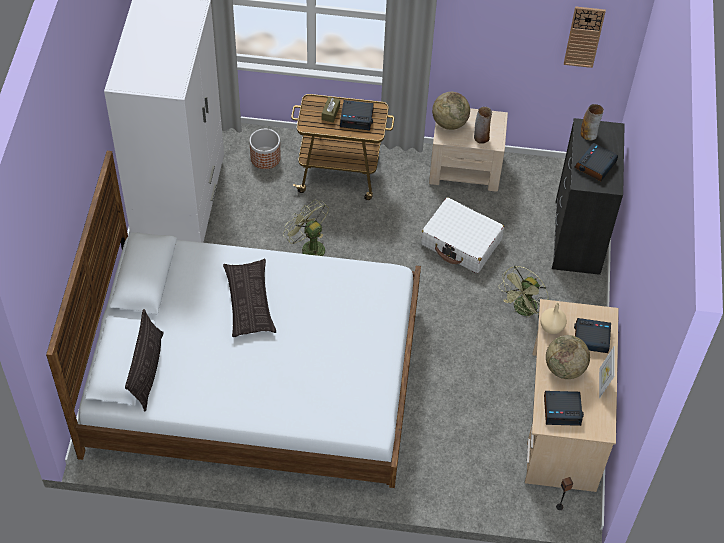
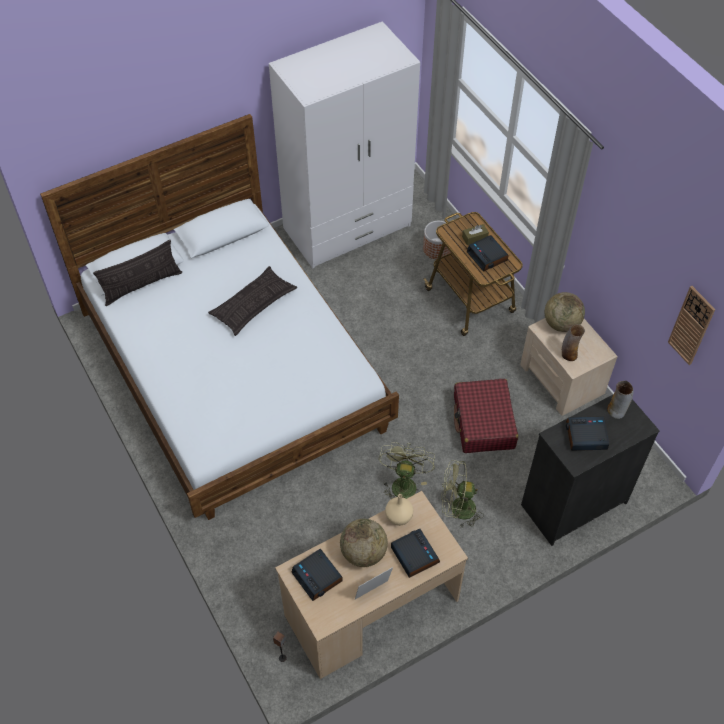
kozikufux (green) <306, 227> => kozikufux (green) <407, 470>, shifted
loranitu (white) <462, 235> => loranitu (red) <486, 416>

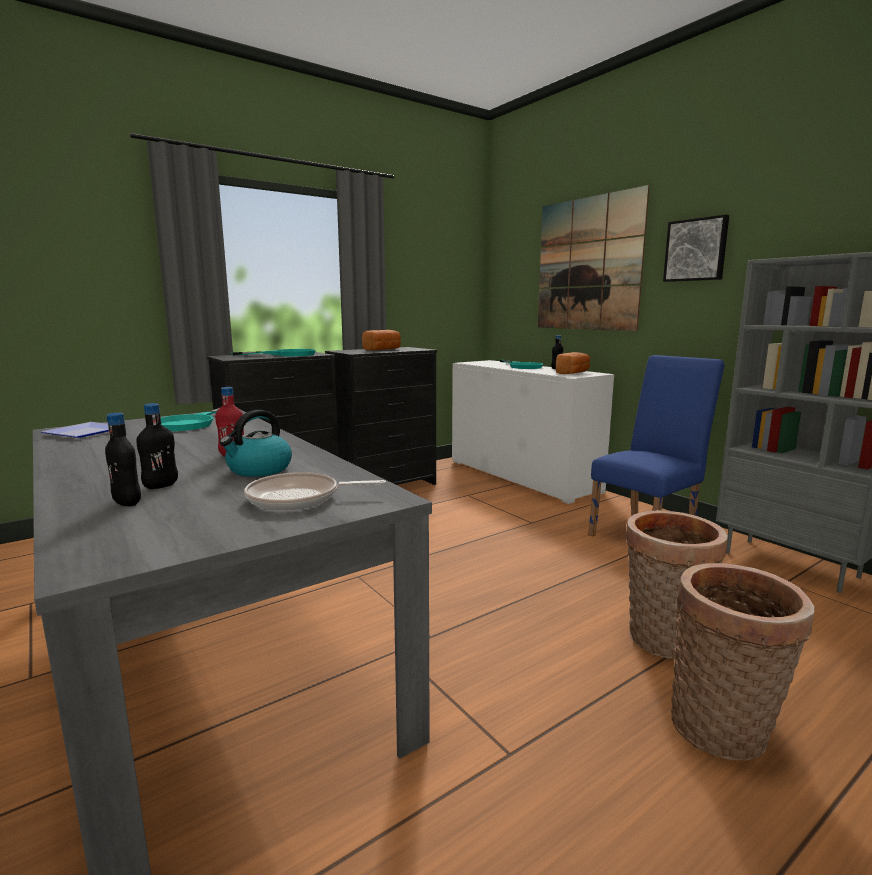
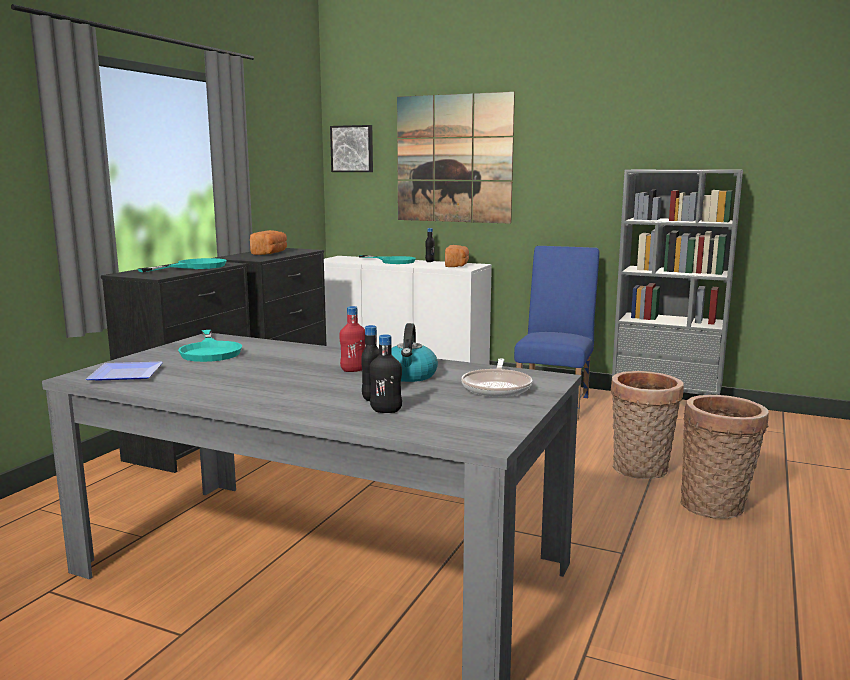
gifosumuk <696, 248> => gifosumuk <351, 148>, shifted
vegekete <315, 491> => vegekete <496, 377>, 45 degrees counterclockwise

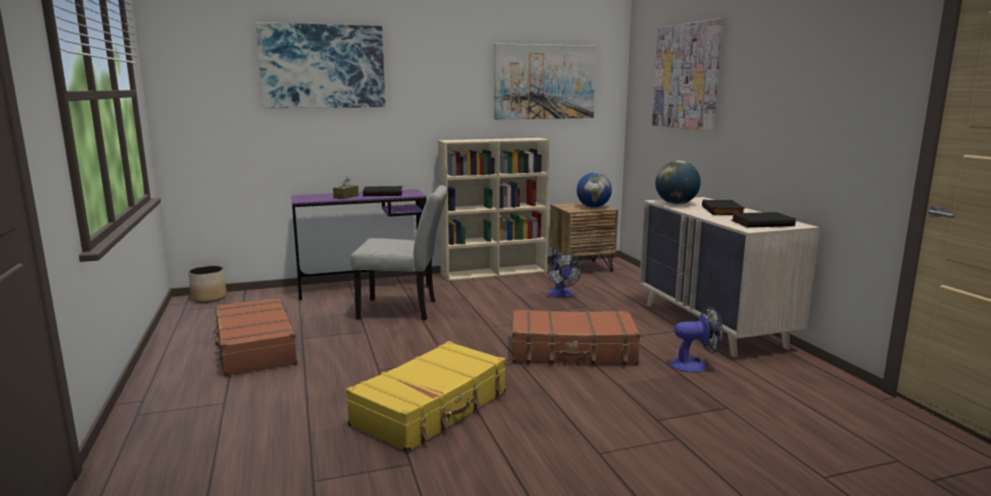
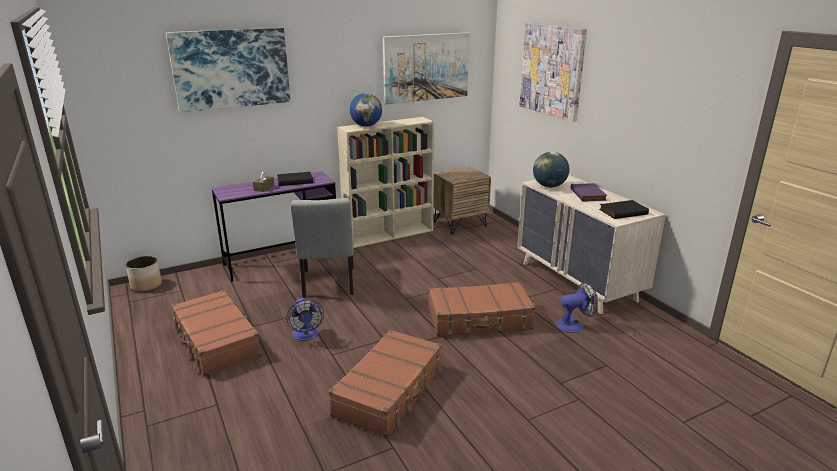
kozikufux <565, 275> => kozikufux <305, 319>, shifted
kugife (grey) <399, 252> => kugife (grey) <322, 248>, 90 degrees clockwise
loranitu (yellow) <426, 397> => loranitu (brown) <385, 383>
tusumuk <594, 190> => tusumuk <366, 110>, shifted
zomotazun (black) <723, 207> => zomotazun (purple) <588, 192>

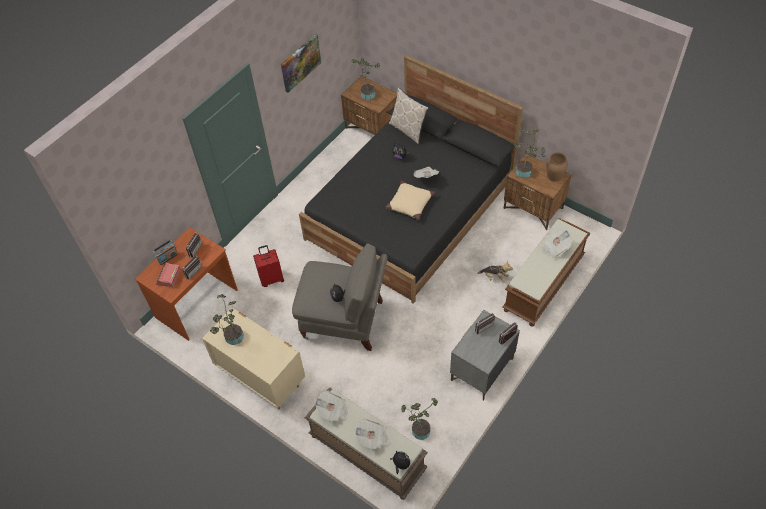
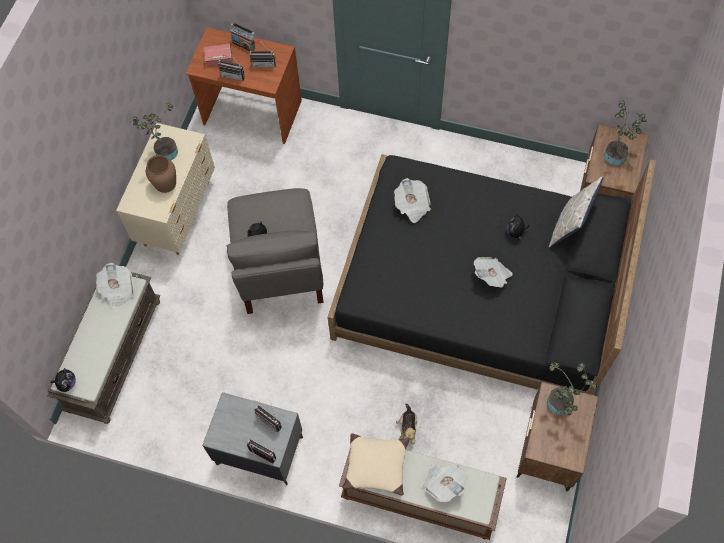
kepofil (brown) <557, 167> => kepofil (brown) <161, 174>, shifted
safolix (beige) <410, 200> => safolix (beige) <376, 464>, shifted
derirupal <372, 434> => derirupal <412, 200>, shifted
loranitu (red) <268, 266> => nothing
gifosumuk <301, 63> => nothing
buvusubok <419, 419> => nothing

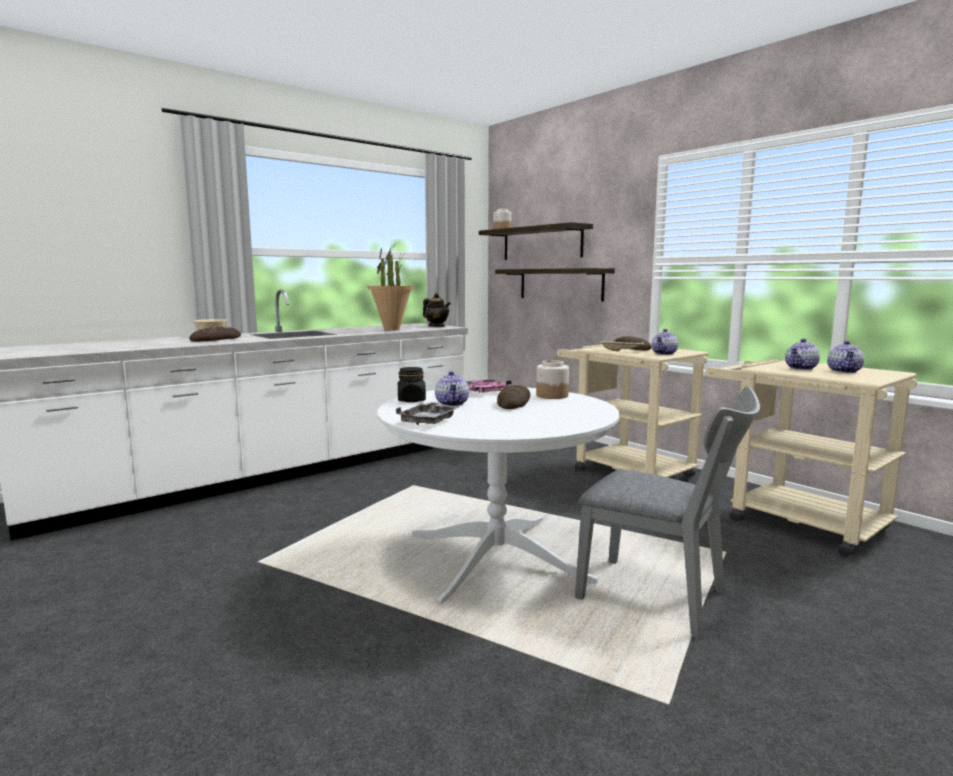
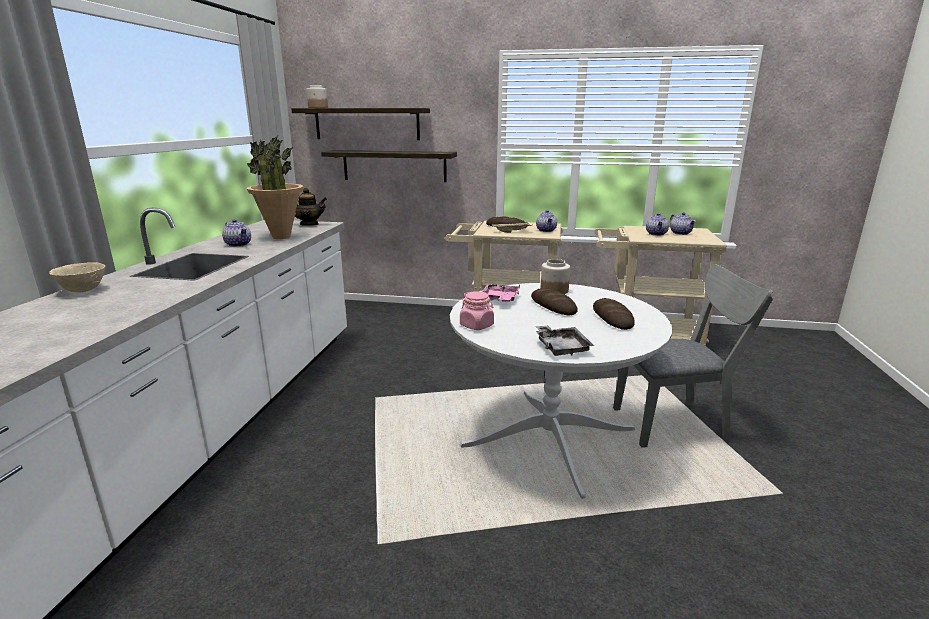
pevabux <452, 388> => pevabux <236, 233>, shifted
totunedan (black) <412, 384> => totunedan (pink) <477, 310>
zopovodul <215, 334> => zopovodul <614, 314>, shifted

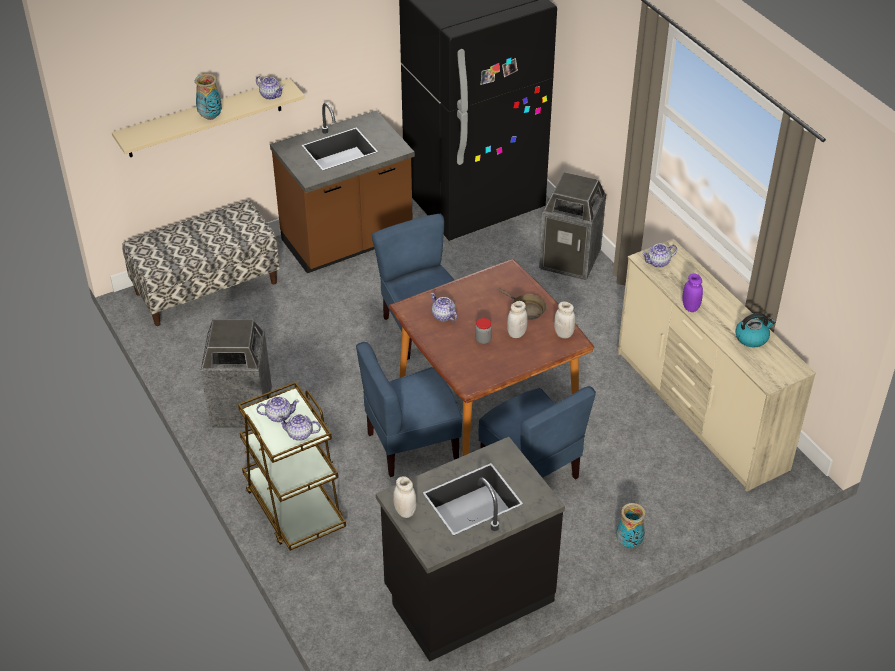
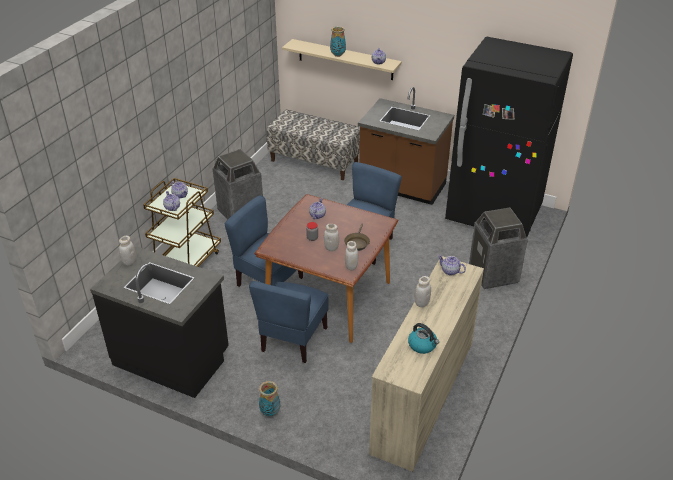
totunedan (purple) <692, 293> => totunedan (white) <423, 291>

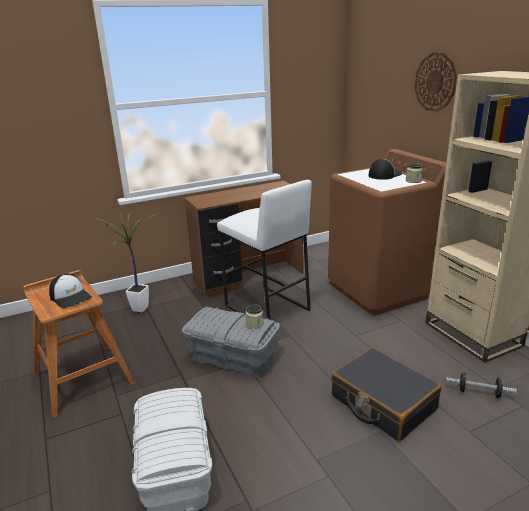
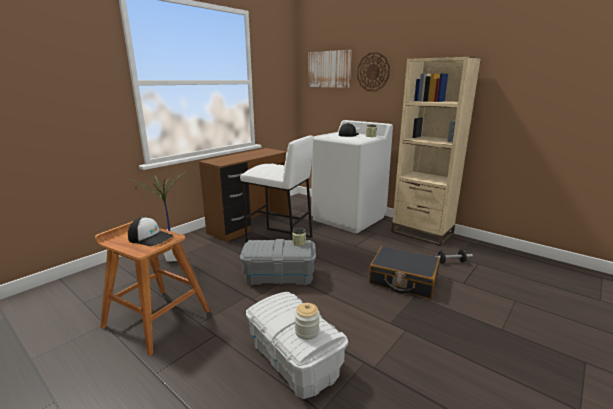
nothing => totunedan <307, 321>
nothing => gifosumuk <330, 69>
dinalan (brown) <387, 232> => dinalan (white) <352, 176>

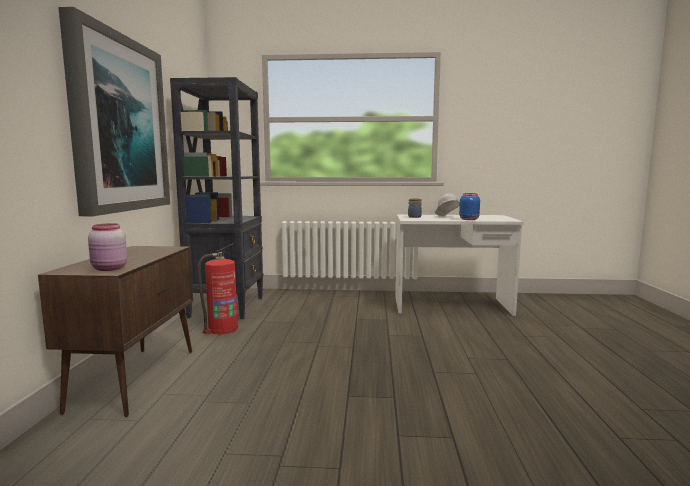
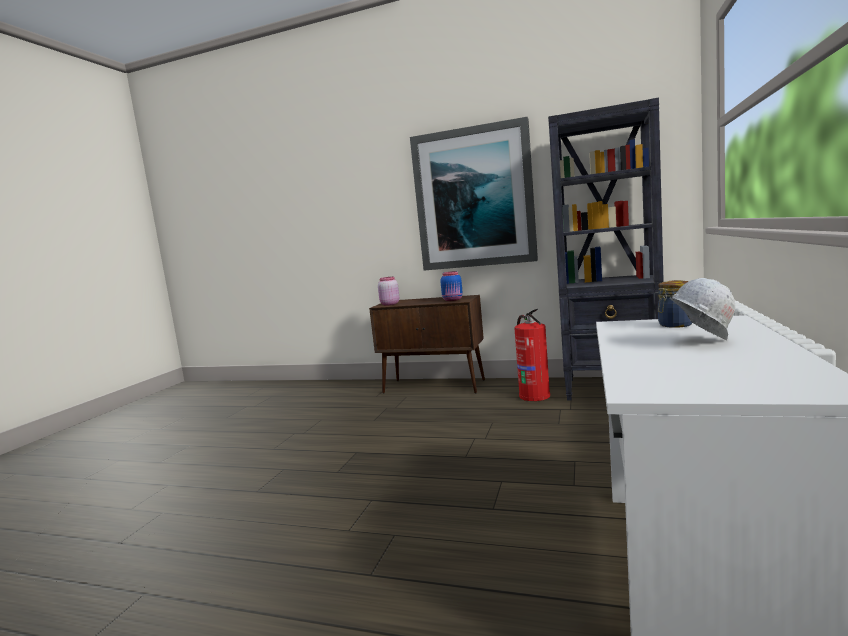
totunedan (blue) <469, 206> => totunedan (blue) <451, 286>, shifted

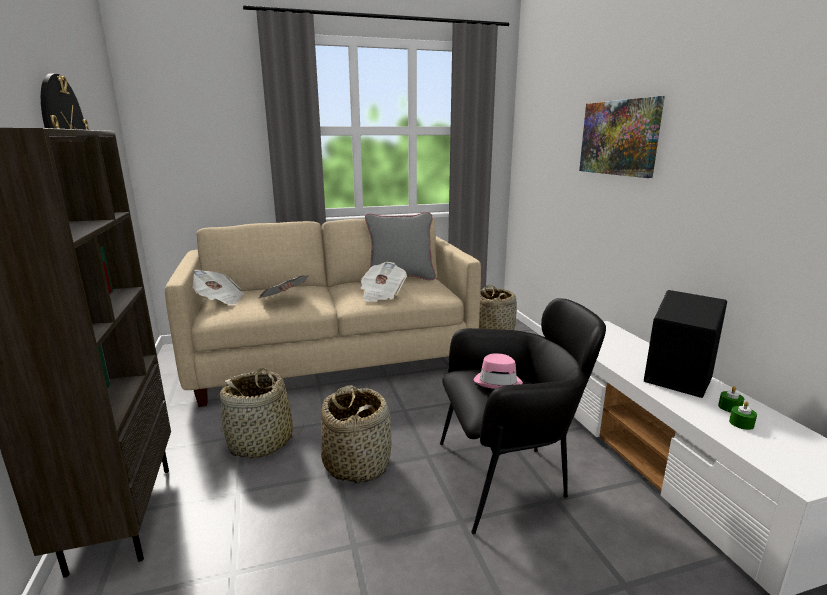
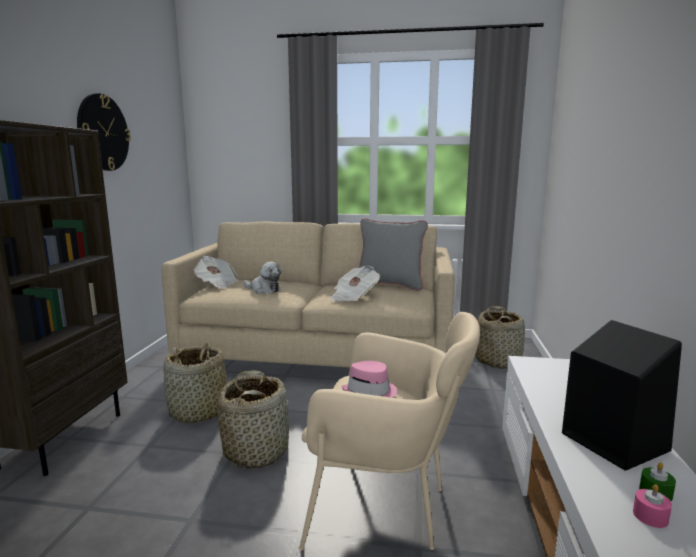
derirupal <284, 287> => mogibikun <263, 278>
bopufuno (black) <523, 416> => bopufuno (beige) <389, 431>
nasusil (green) <743, 415> => nasusil (pink) <652, 506>
gifosumuk <622, 137> => nothing

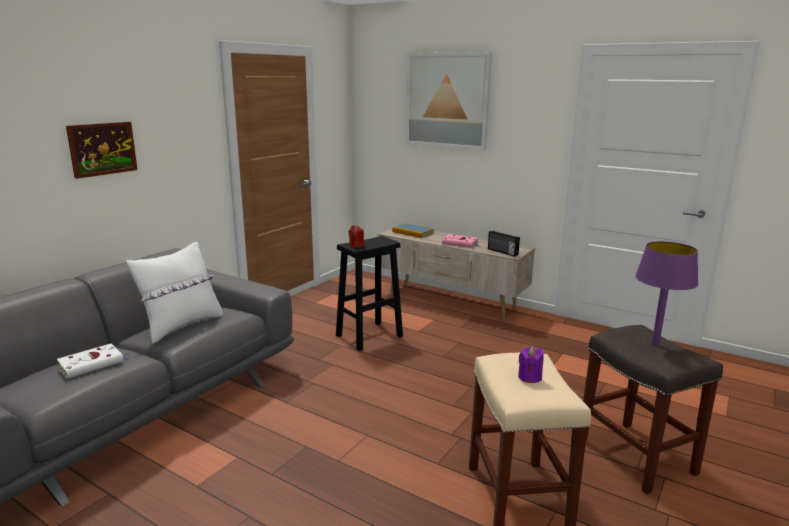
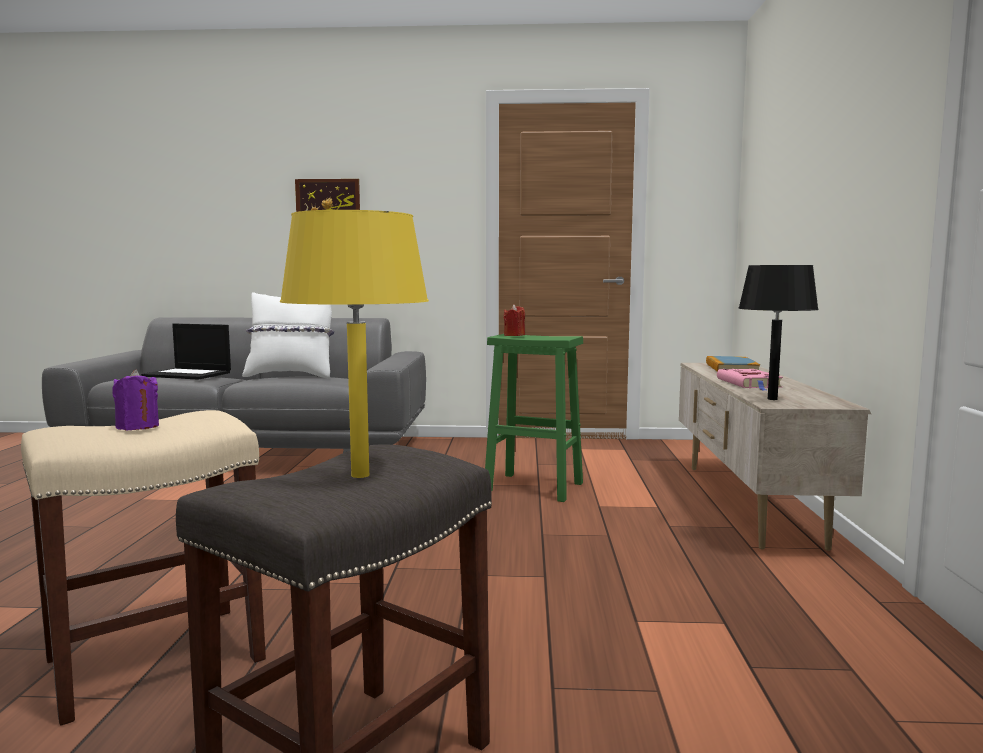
zomotazun (white) <93, 361> => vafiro <186, 352>
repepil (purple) <666, 293> => repepil (yellow) <354, 344>
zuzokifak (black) <369, 293> => zuzokifak (green) <534, 418>
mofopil <504, 243> => repepil (black) <778, 332>
gifosumuk <449, 101> => nothing

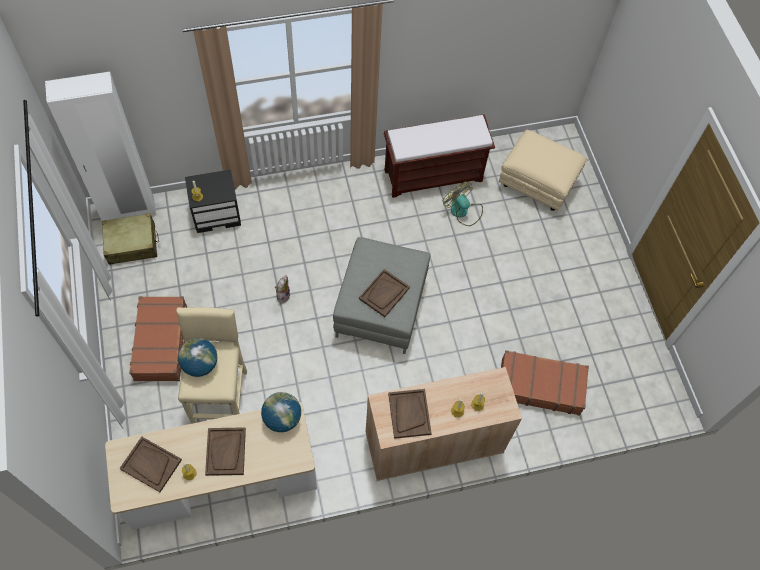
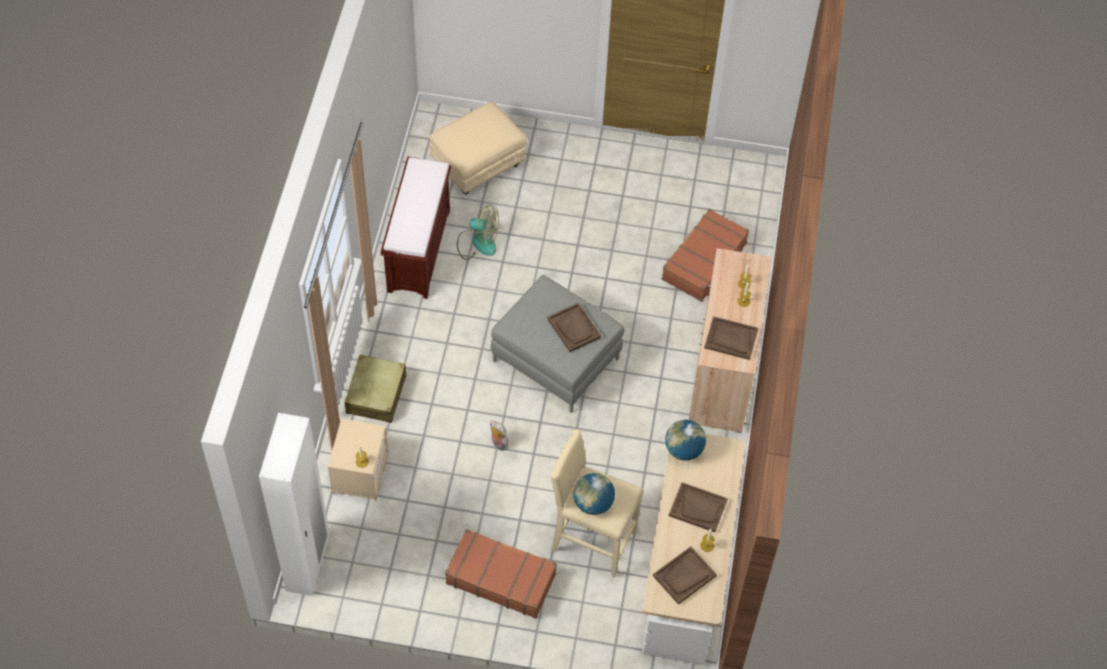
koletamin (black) <213, 201> => koletamin (beige) <358, 460>
loranitu (beige) <130, 239> => loranitu (beige) <375, 389>, shifted
kozikufux <463, 203> => kozikufux <478, 232>, 150 degrees counterclockwise

